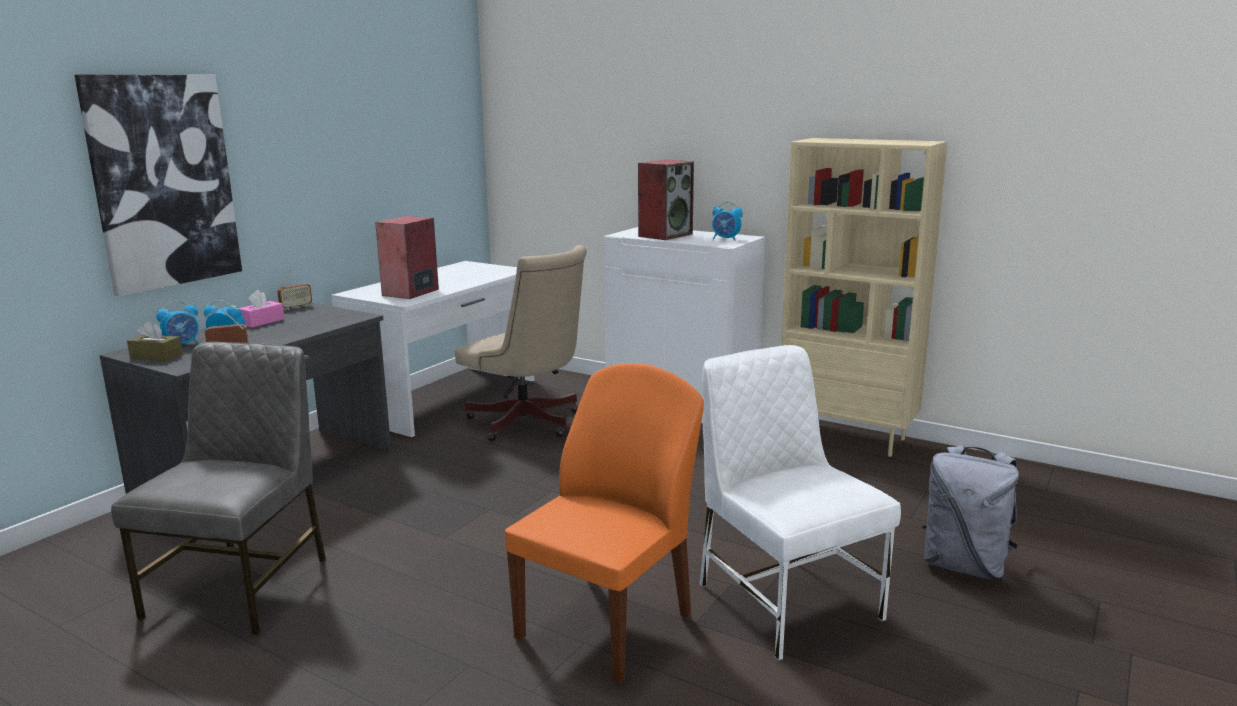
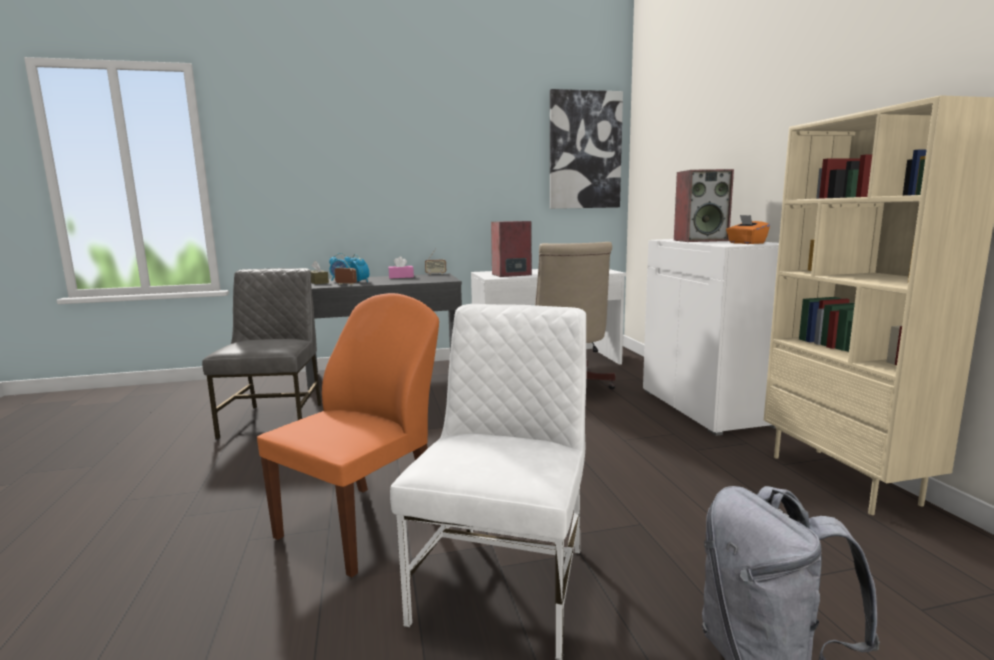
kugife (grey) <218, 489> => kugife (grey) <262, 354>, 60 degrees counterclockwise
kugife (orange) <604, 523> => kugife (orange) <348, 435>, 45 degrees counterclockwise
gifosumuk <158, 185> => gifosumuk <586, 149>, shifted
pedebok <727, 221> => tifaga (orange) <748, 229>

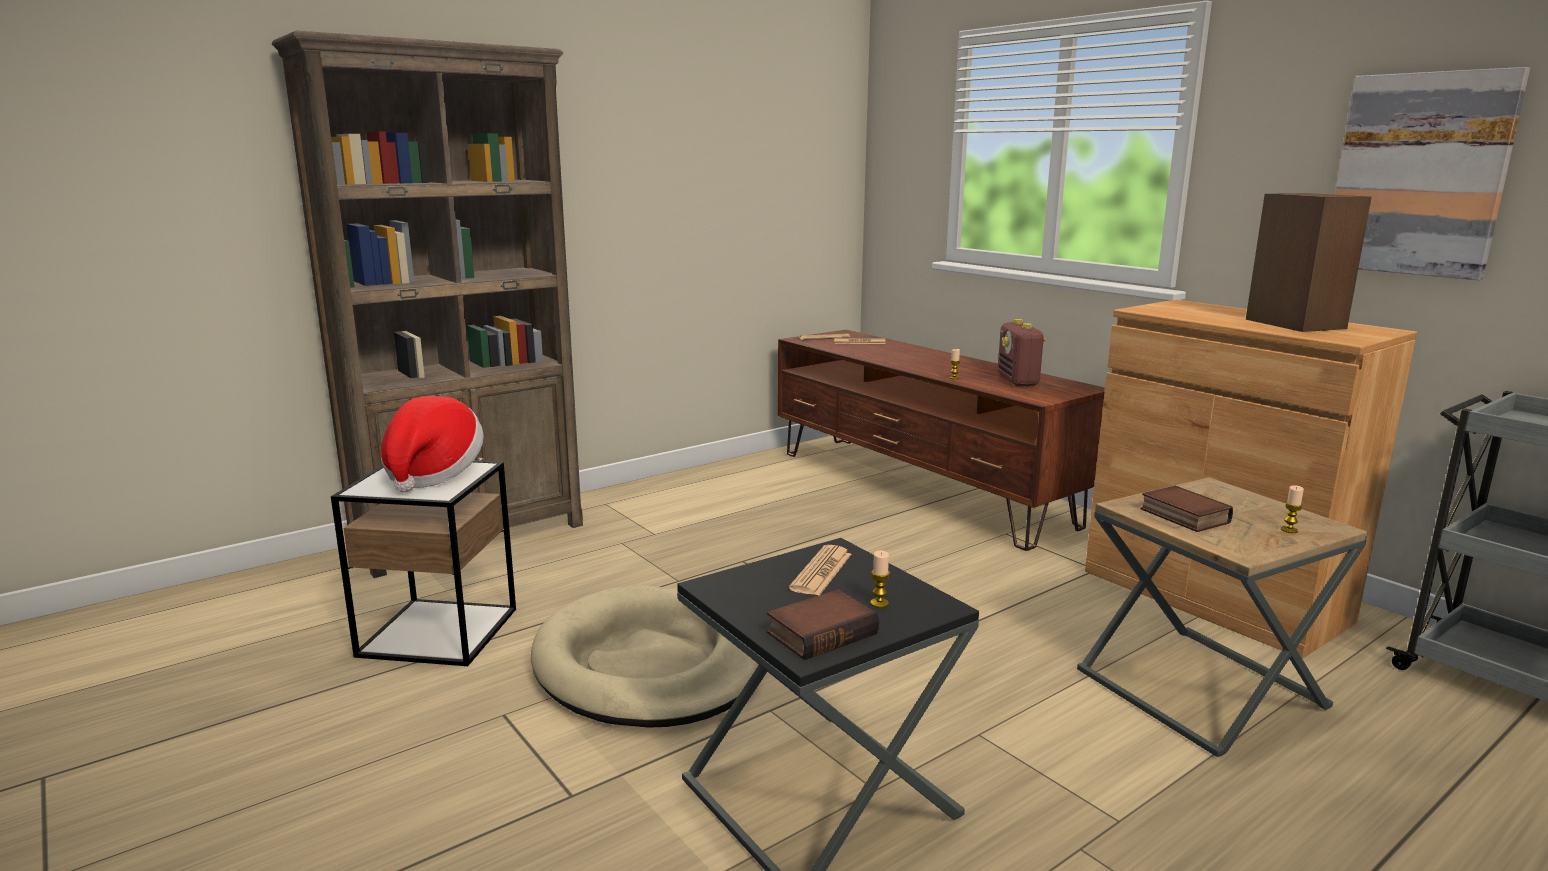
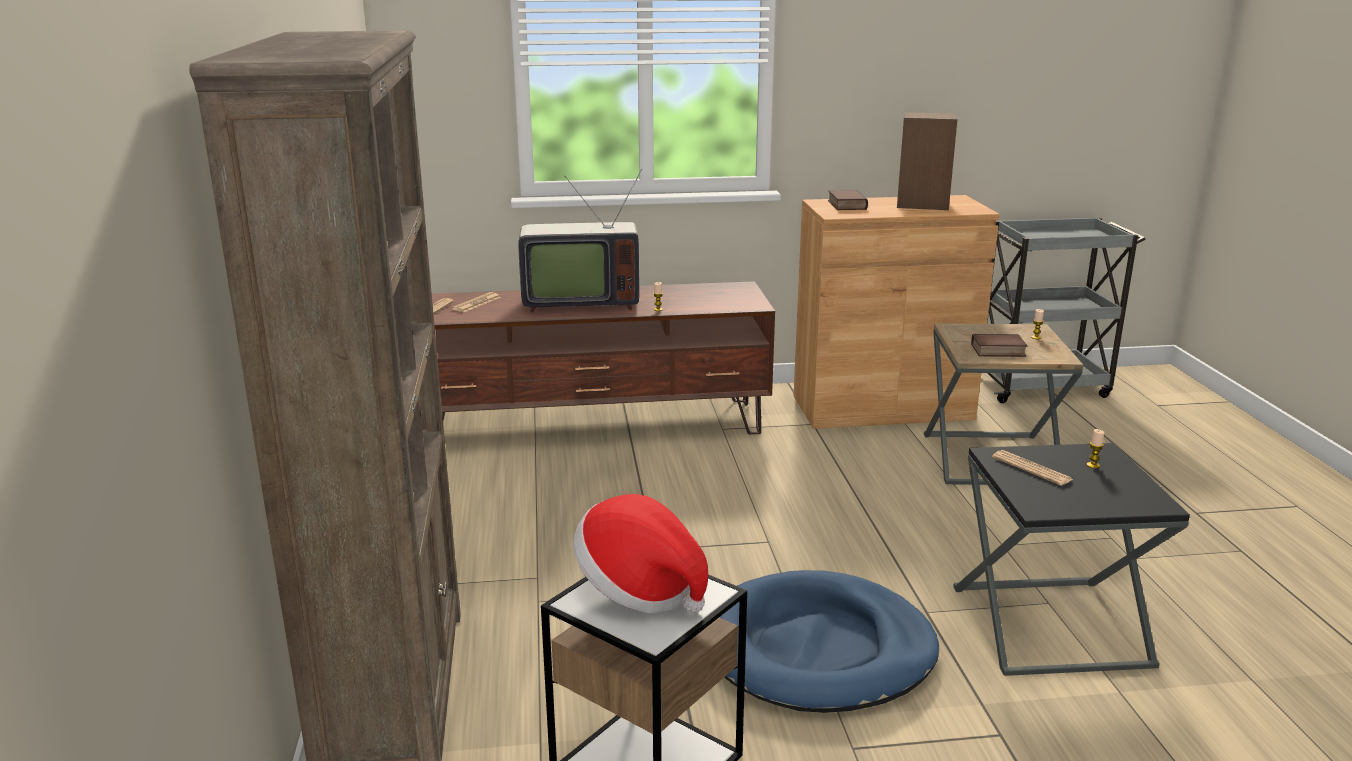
nothing => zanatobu <580, 241>
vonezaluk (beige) <644, 656> => vonezaluk (blue) <826, 641>
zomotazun <823, 624> => zomotazun <848, 200>, shifted
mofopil <1022, 352> => nothing
gifosumuk <1432, 173> => nothing

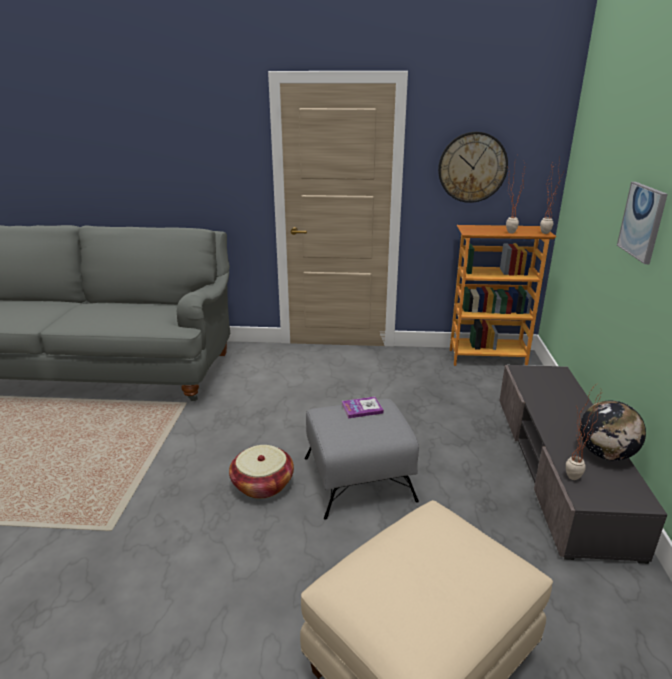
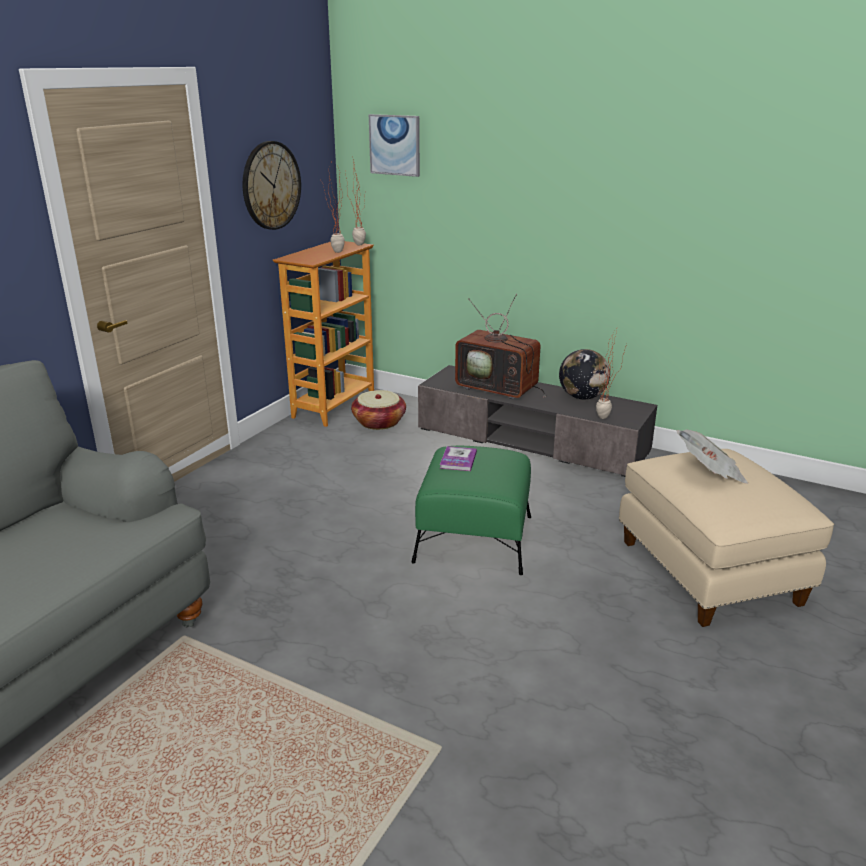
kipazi <261, 472> => kipazi <378, 410>, shifted
gifosumuk <642, 223> => gifosumuk <394, 145>, shifted
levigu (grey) <362, 459> => levigu (green) <471, 510>
nothing => zanatobu <500, 346>
nothing => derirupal <712, 456>

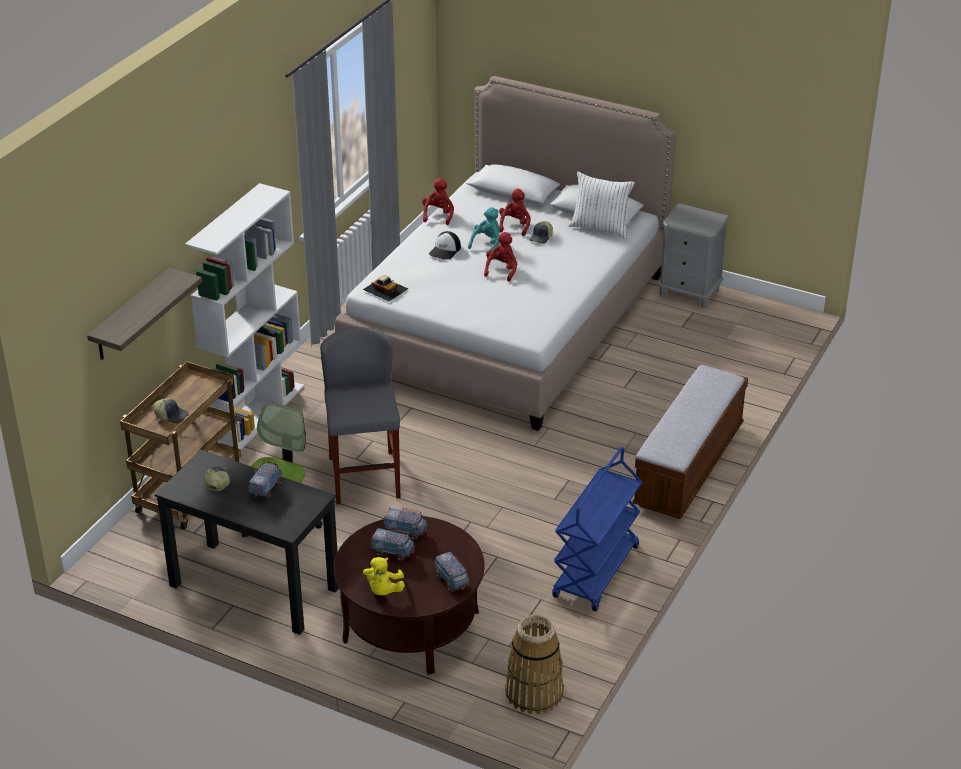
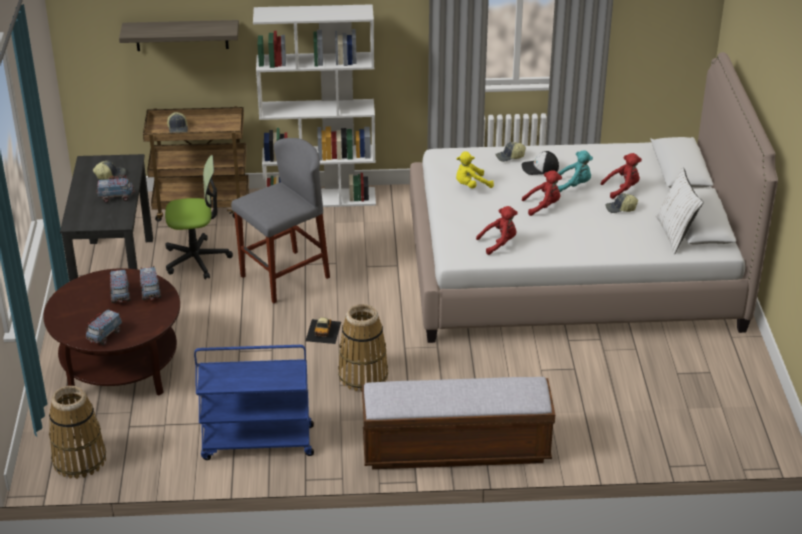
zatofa <385, 288> => zatofa <323, 331>, shifted
nothing => kipazi <363, 347>
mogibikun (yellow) <384, 576> => mogibikun (yellow) <475, 170>, shifted
mogibikun (red) <438, 201> => mogibikun (red) <497, 230>, shifted
nothing => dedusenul <510, 152>
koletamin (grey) <693, 255> => nothing

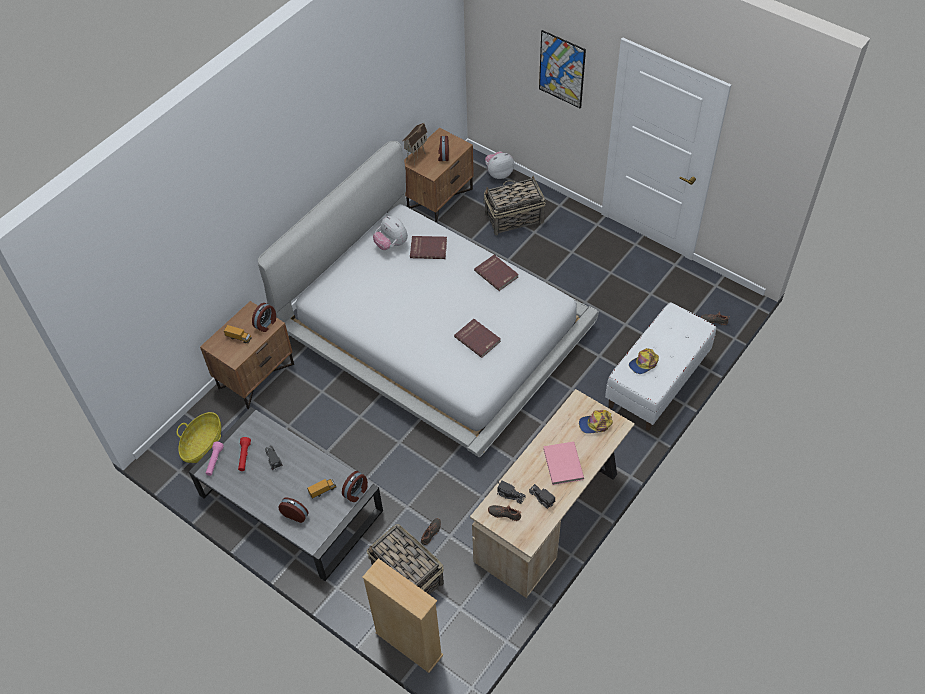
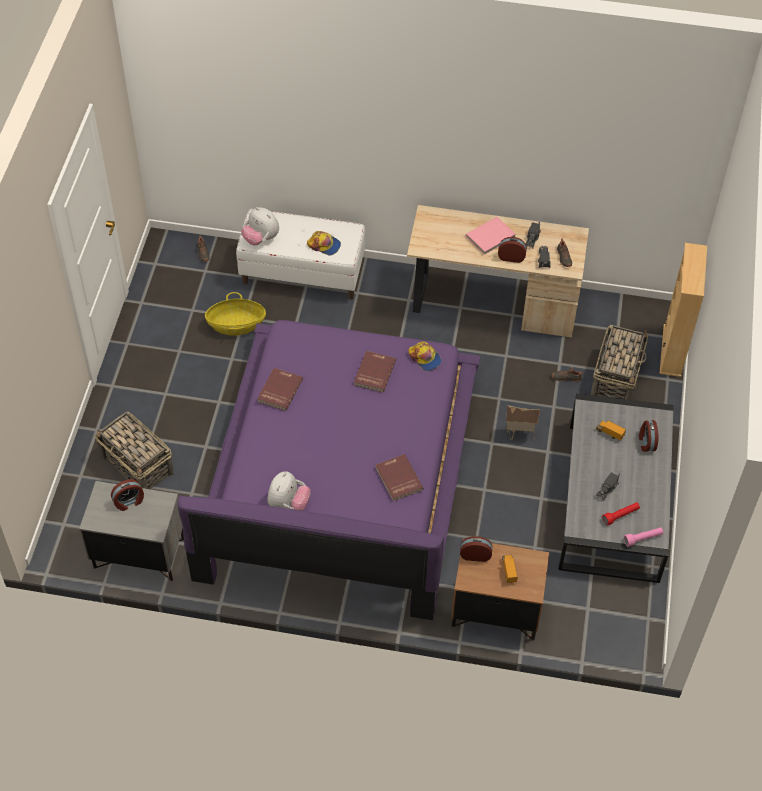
koletamin (brown) <439, 175> => koletamin (grey) <131, 531>
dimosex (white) <428, 299> => dimosex (purple) <329, 470>
kipazi <199, 437> => kipazi <235, 314>, shifted
mogibikun <499, 165> => mogibikun <260, 226>, shifted
zomotazun (red) <428, 247> => zomotazun (red) <399, 477>, shifted
dedusenul <596, 422> => dedusenul <425, 356>, shifted
pedebok <355, 486> => pedebok <512, 250>, shifted
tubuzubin <415, 144> => tubuzubin <523, 423>, shifted
gifosumuk <562, 69> => nothing

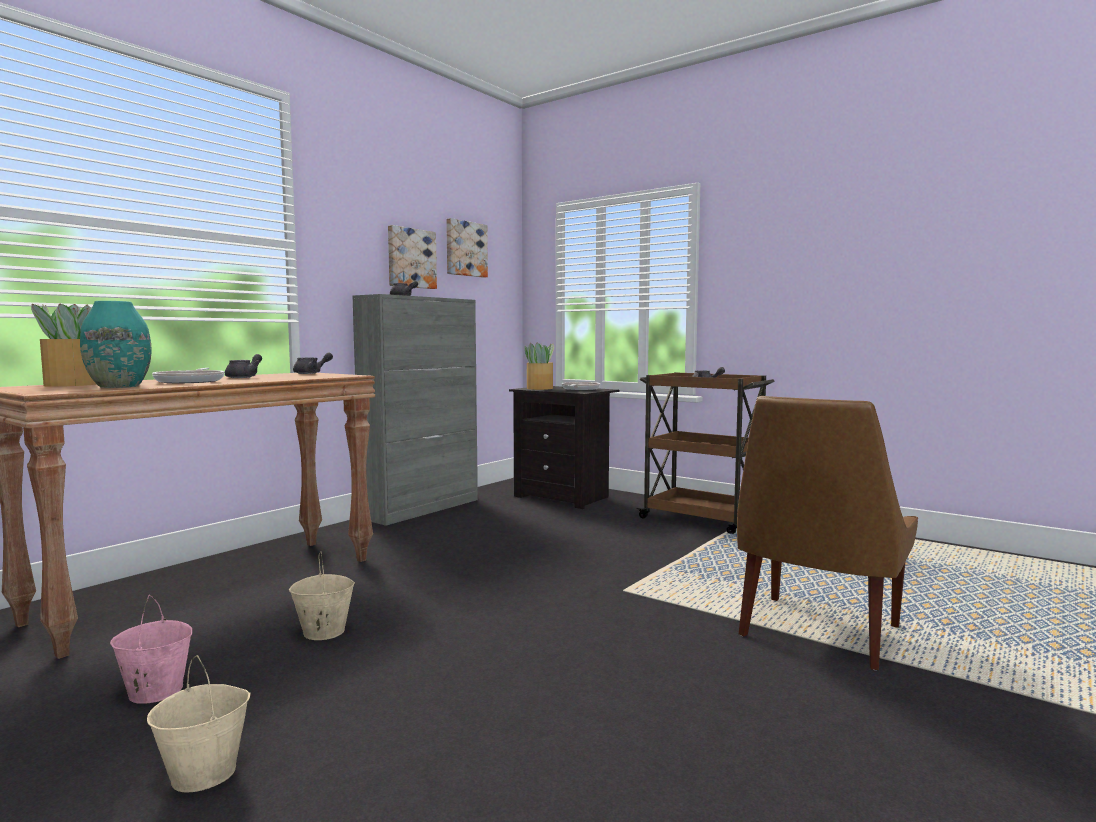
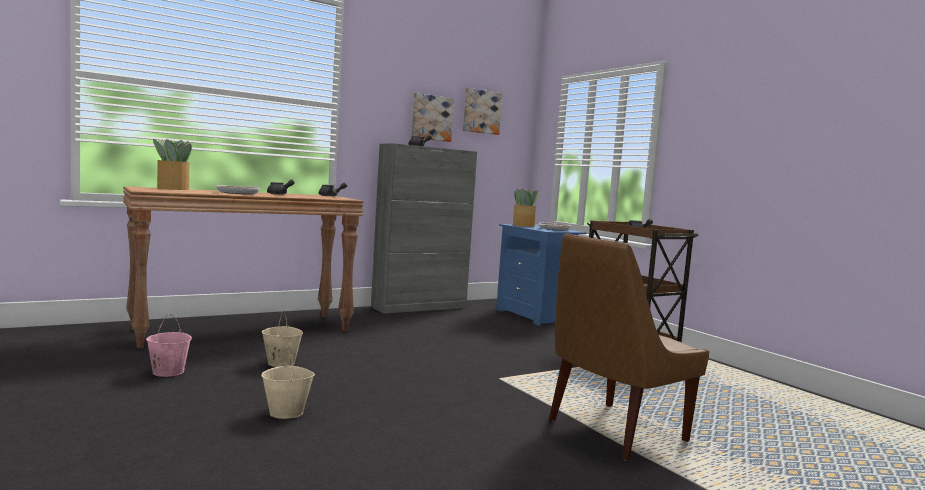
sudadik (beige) <199, 723> => sudadik (beige) <288, 382>, shifted
koletamin (black) <564, 447> => koletamin (blue) <541, 275>
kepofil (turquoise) <115, 344> => nothing

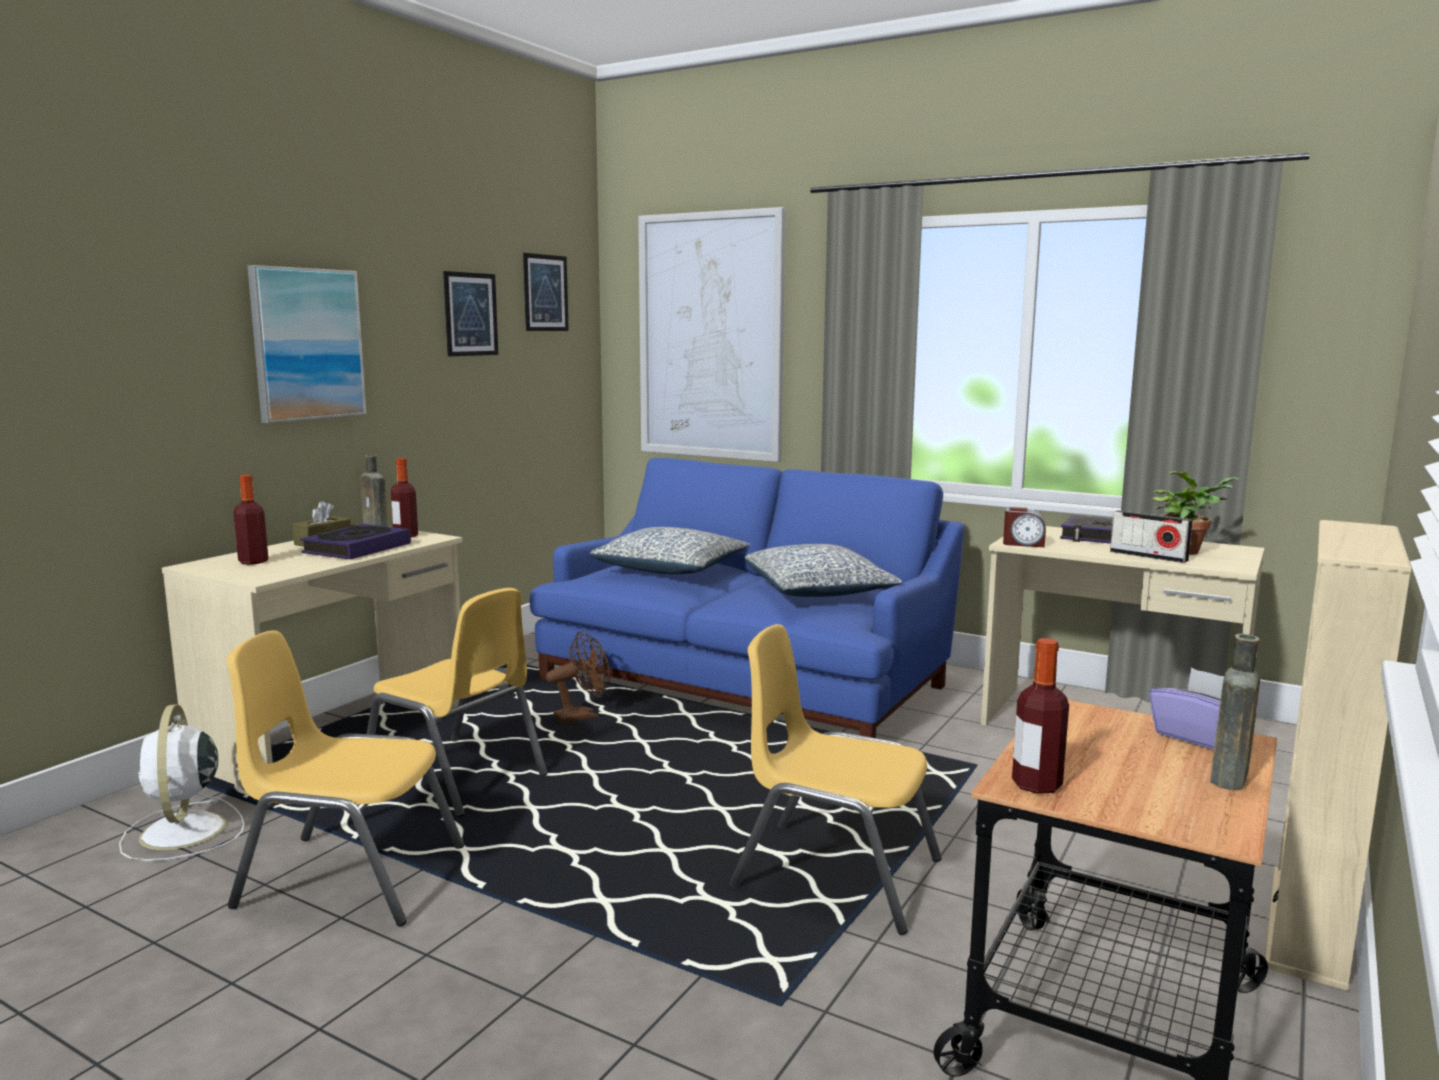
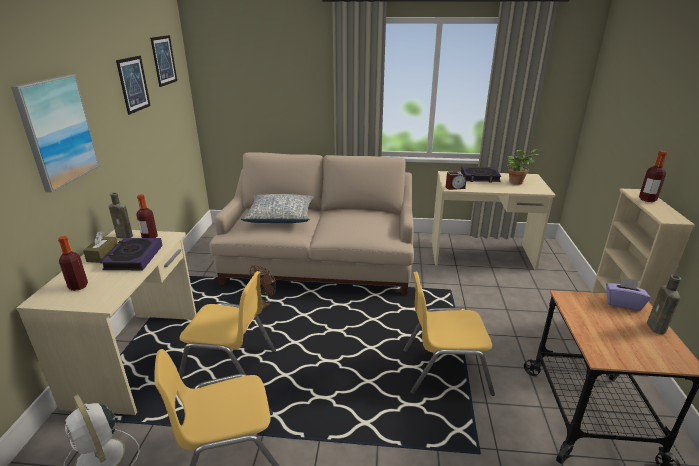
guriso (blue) <747, 598> => guriso (beige) <311, 223>
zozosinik <1040, 716> => zozosinik <653, 176>, shifted
gifosumuk <712, 334> => nothing
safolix <823, 570> => nothing
mofopil <1151, 536> => nothing

